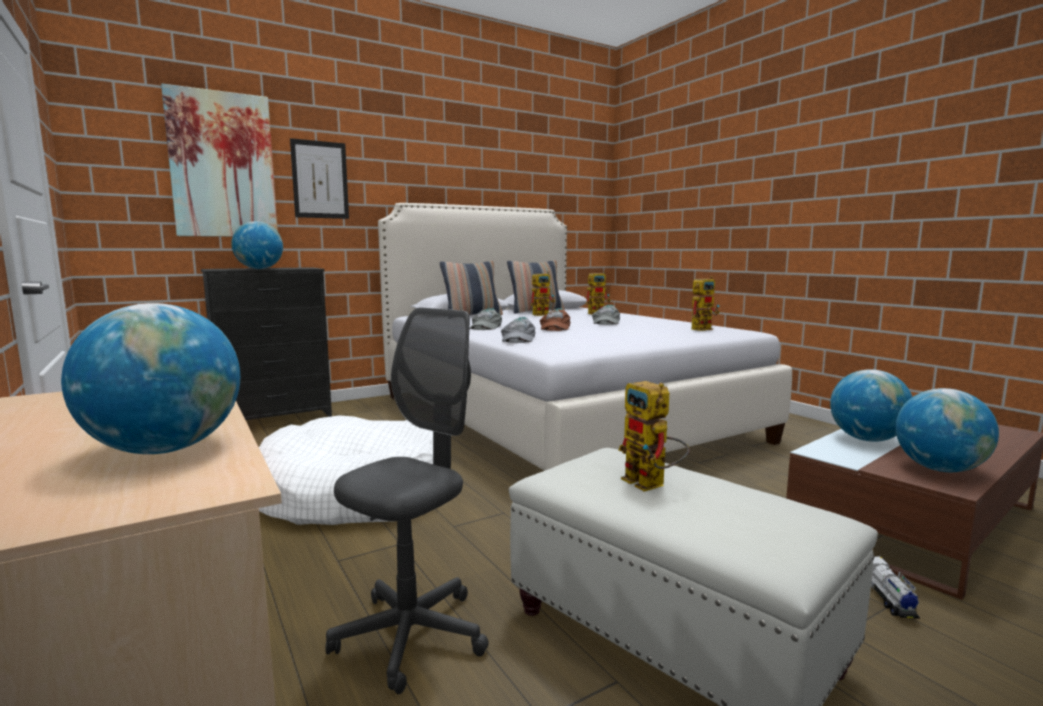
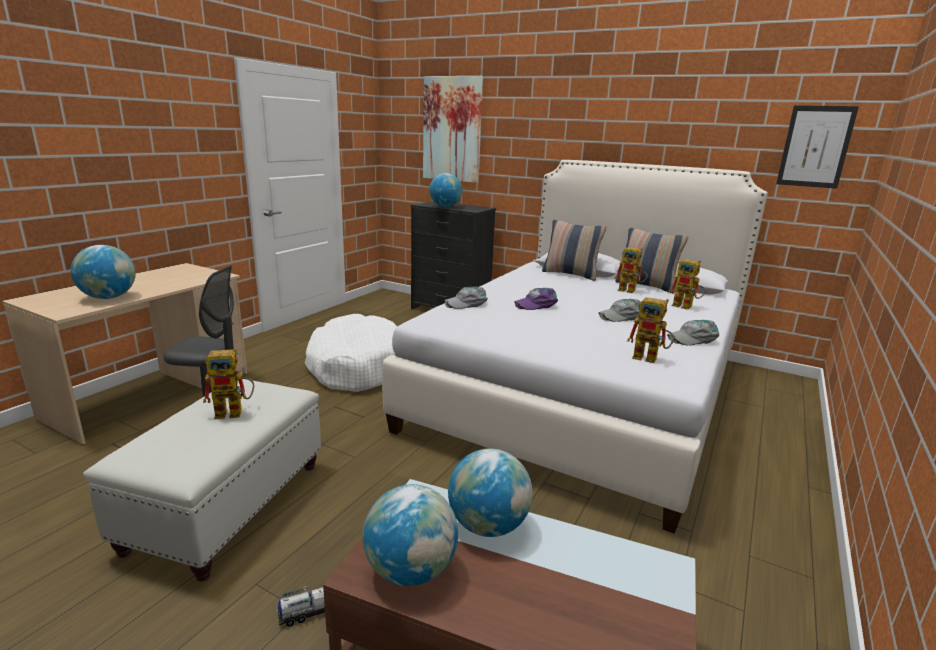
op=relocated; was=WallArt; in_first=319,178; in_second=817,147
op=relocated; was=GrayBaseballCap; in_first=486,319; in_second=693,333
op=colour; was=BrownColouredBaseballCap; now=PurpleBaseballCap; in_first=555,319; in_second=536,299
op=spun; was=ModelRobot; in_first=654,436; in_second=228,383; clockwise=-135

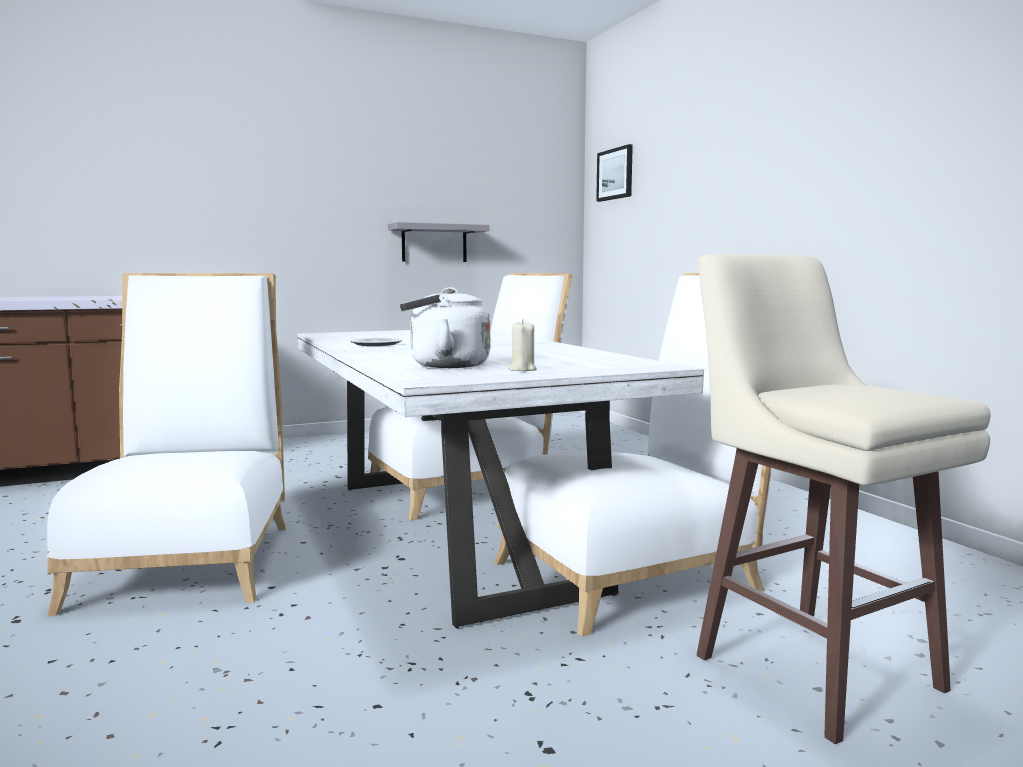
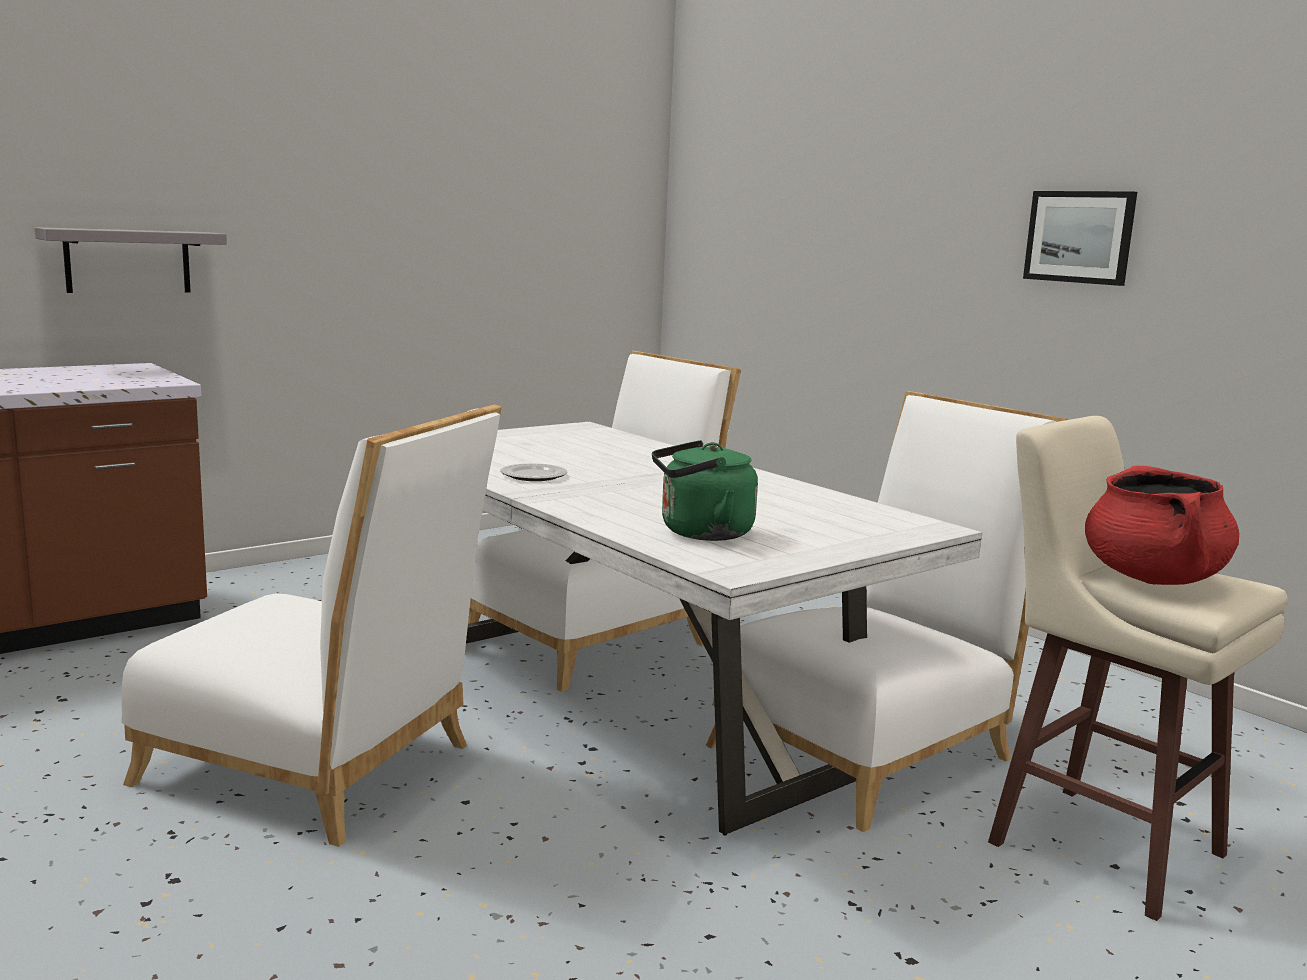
op=relocated; was=WallArt; in_first=614,173; in_second=1080,238
op=relocated; was=GrayShelf; in_first=438,242; in_second=131,260
op=spun; was=WhiteColouredChair; in_first=167,444; in_second=311,625; clockwise=135
op=colour; was=WhiteColouredTeaKettle; now=GreenishTeaKettle; in_first=445,327; in_second=705,490
op=missing; was=SandColouredWaxCandle; in_first=522,345
op=appeared; now=RedCookingPot; in_second=1162,525

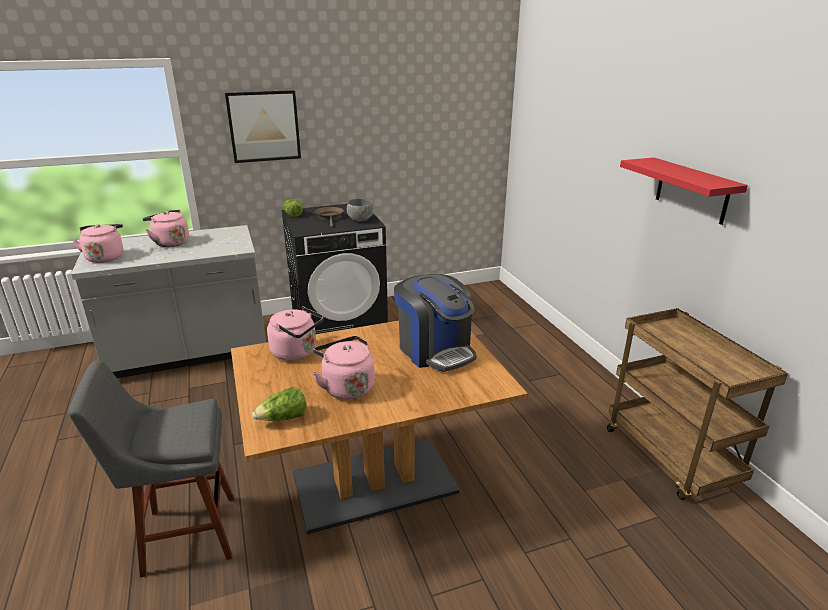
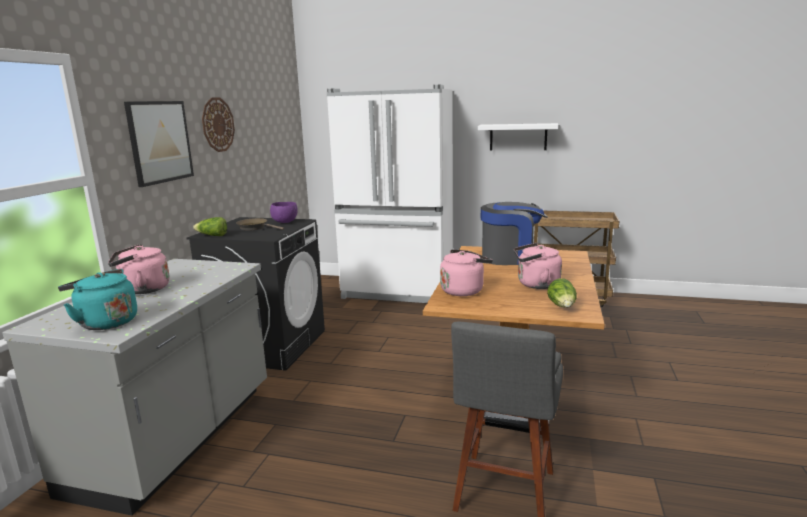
op=colour; was=RedShelf; now=WhiteColouredShelf; in_first=684,191; in_second=518,136
op=colour; was=GrayBowl; now=PurpleBowl; in_first=360,209; in_second=284,212
op=colour; was=PinkishTeaKettle; now=TurquoiseColouredTeaKettle; in_first=97,243; in_second=97,299
op=appeared; now=WhiteColouredFridge; in_second=390,194
op=appeared; now=ClockOnTheWall; in_second=218,125

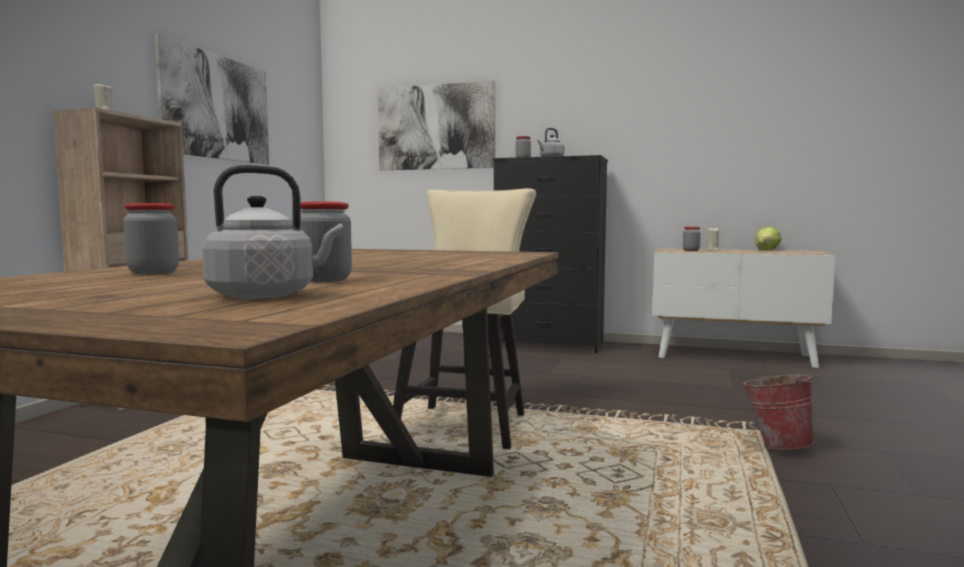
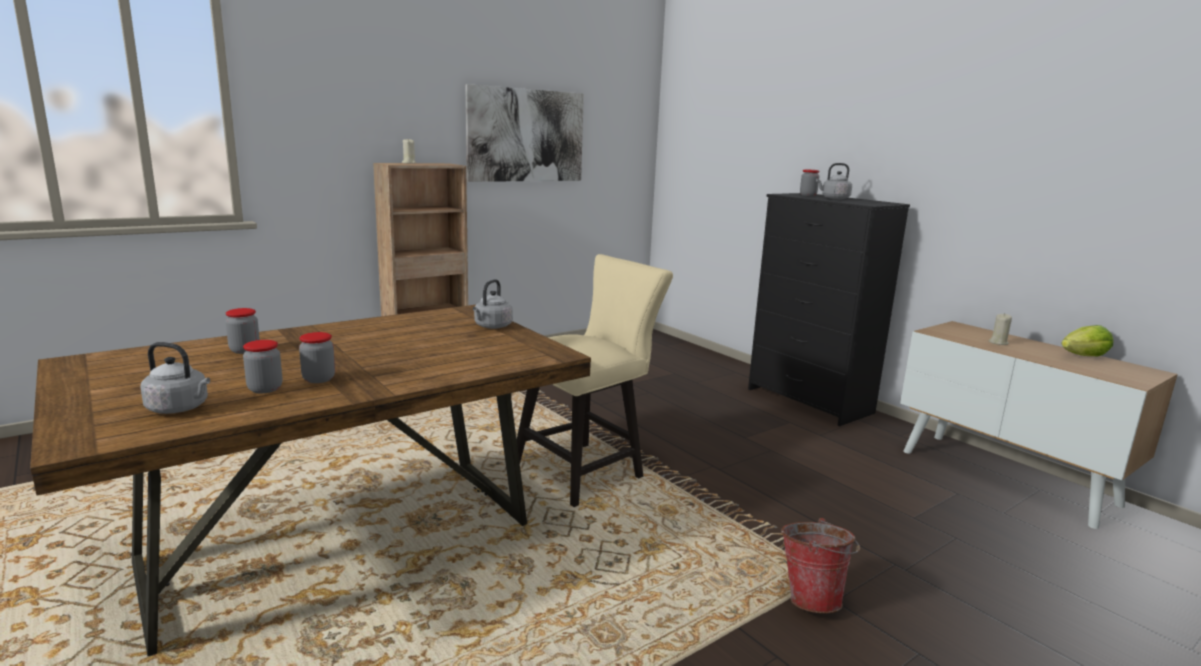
op=missing; was=WallArt; in_first=436,125
op=relocated; was=Jar; in_first=692,239; in_second=317,357
op=appeared; now=GrayTeaKettle; in_second=493,304

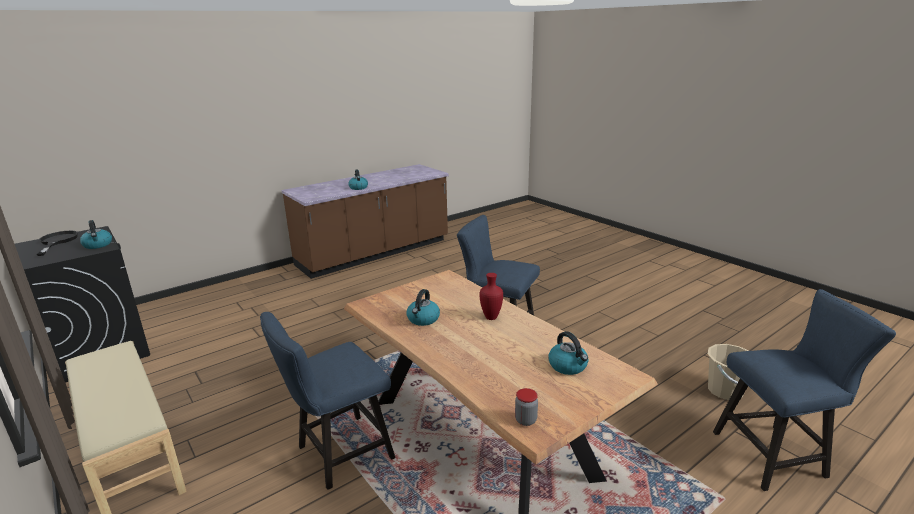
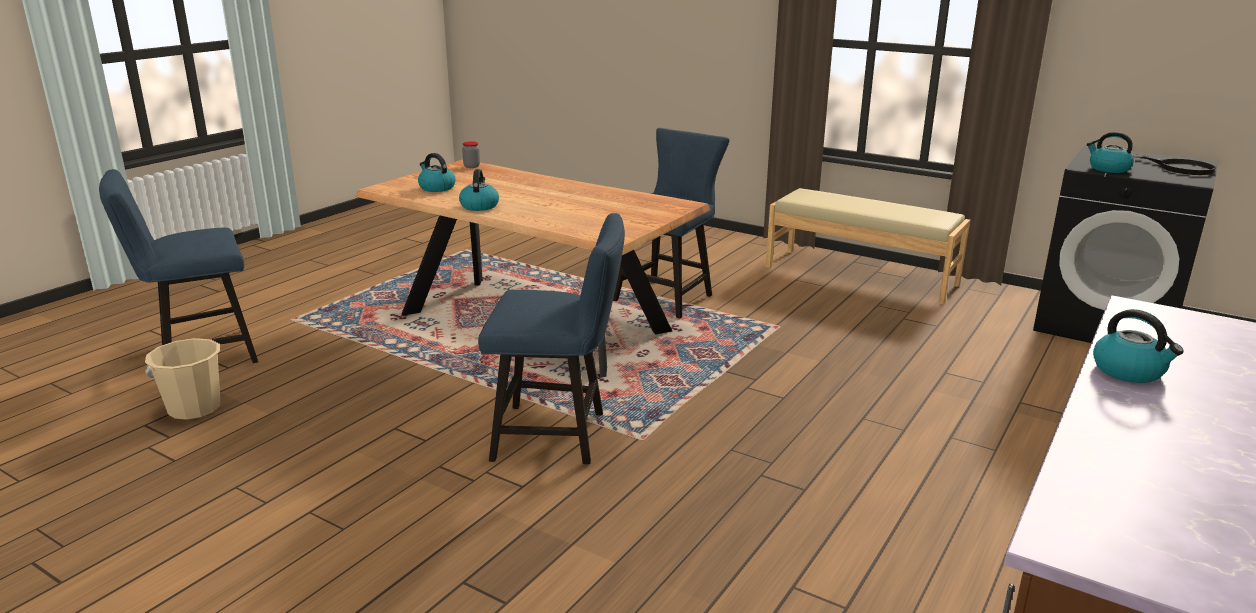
op=missing; was=RedDecorativeVase; in_first=491,296
op=relocated; was=TeaKettle; in_first=423,307; in_second=479,190

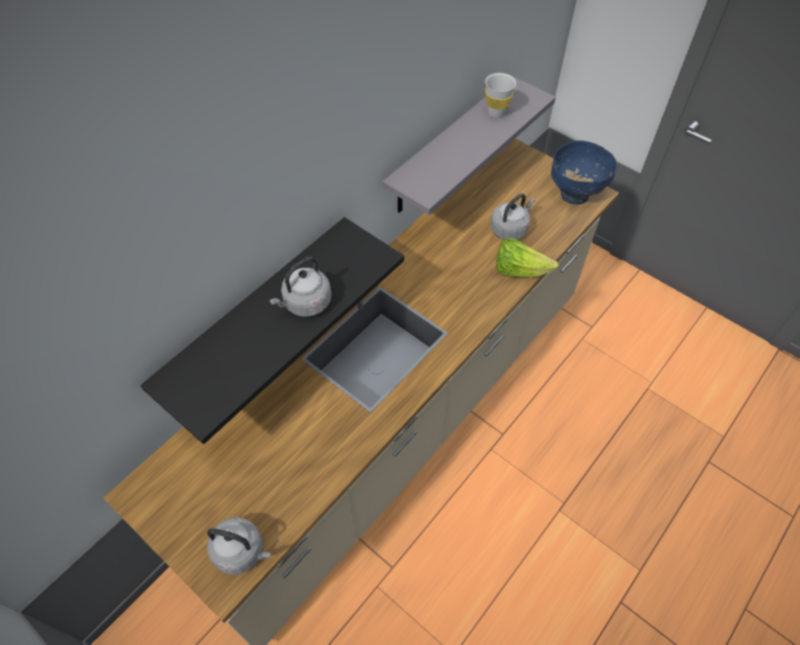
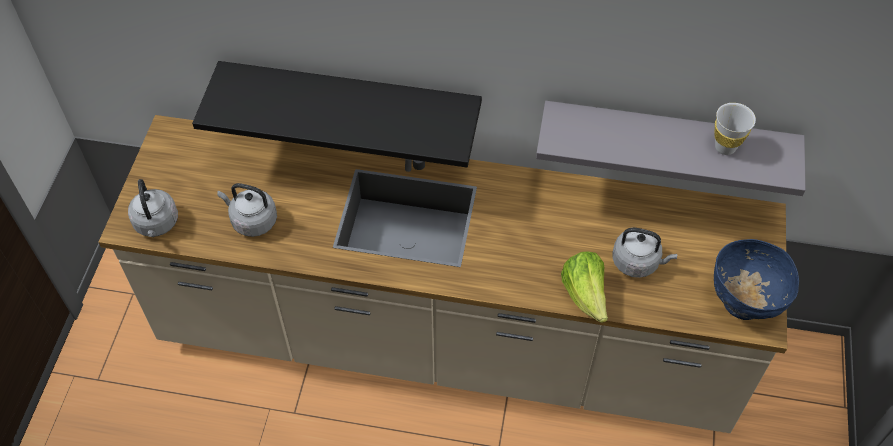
op=relocated; was=GrayTeaKettle; in_first=300,287; in_second=247,210

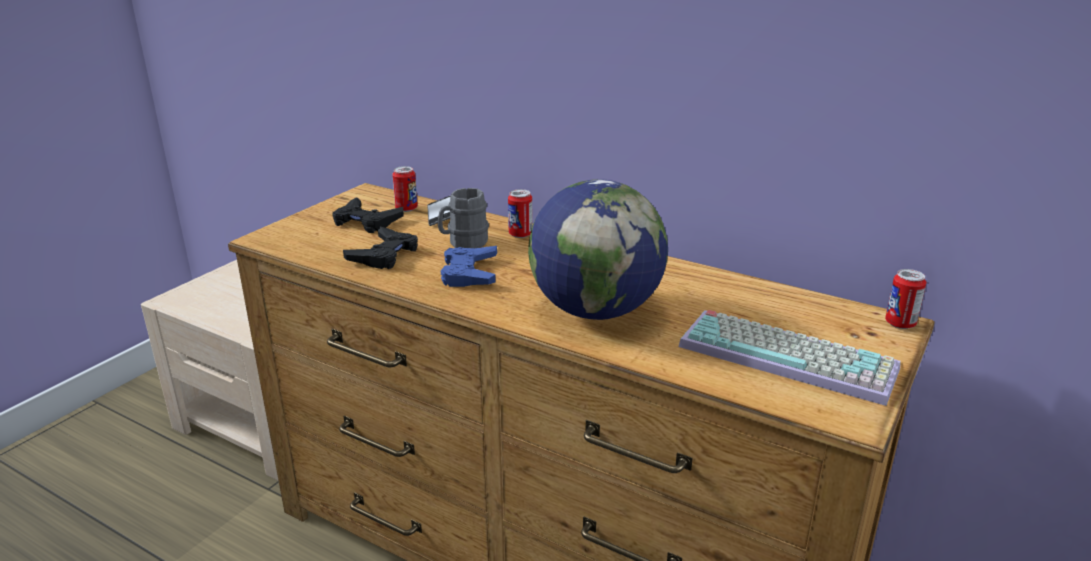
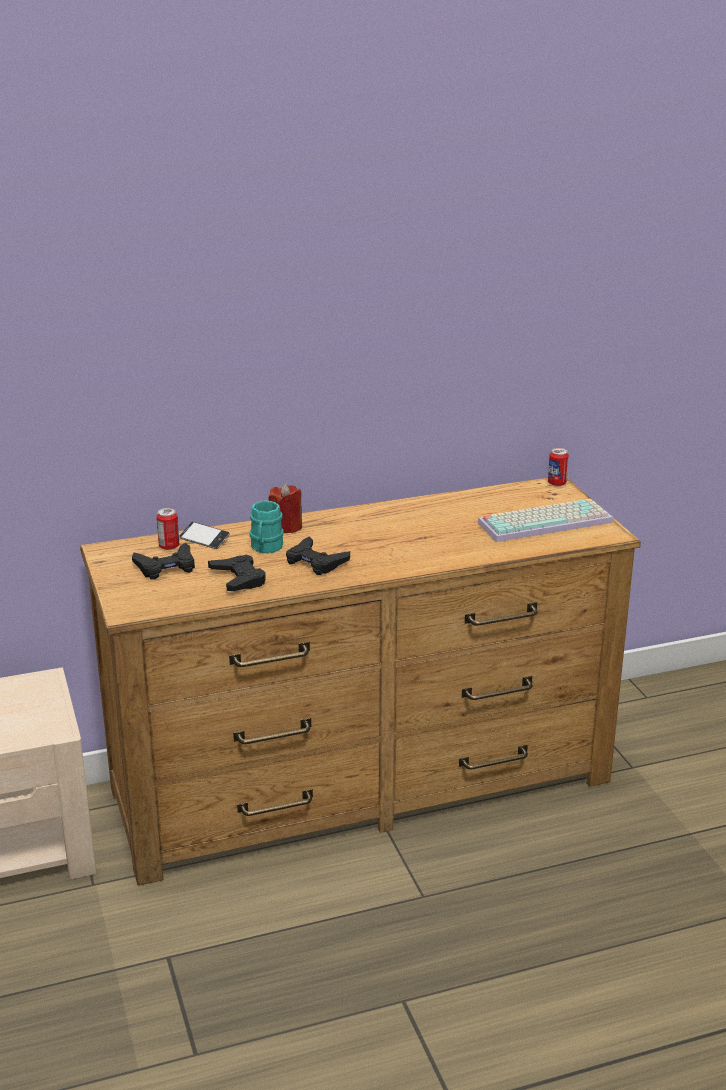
op=missing; was=WorldGlobe; in_first=598,249
op=colour; was=GrayTeaMug; now=TurquoiseColouredTeaMug; in_first=463,218; in_second=266,527
op=exchanged; was=Can; now=RedWaxCandle; in_first=520,213; in_second=285,508
op=colour; was=BluishGamepad; now=BlackGamepad; in_first=469,266; in_second=318,555

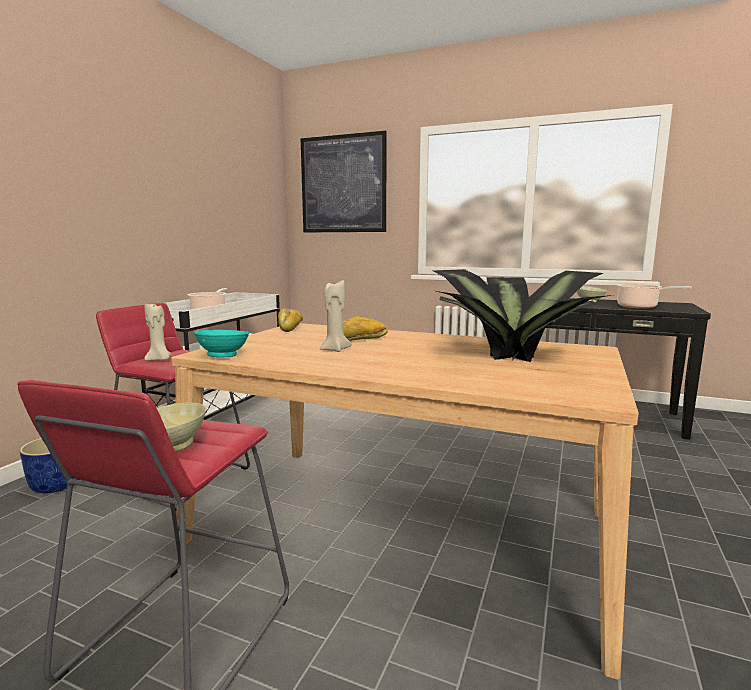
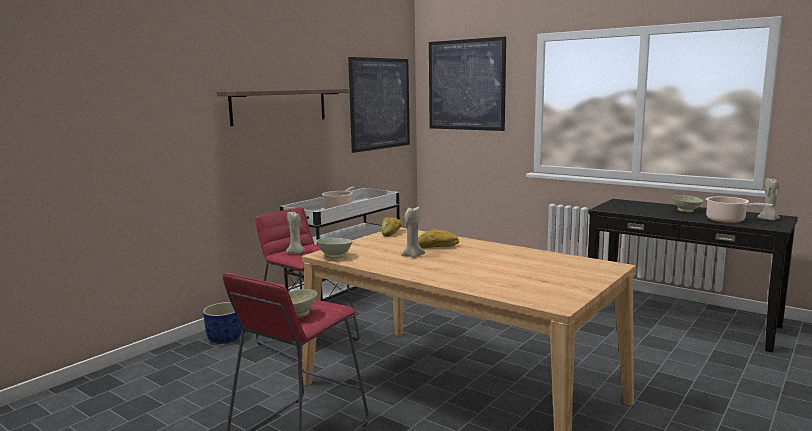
op=missing; was=PottedPlant; in_first=521,315
op=colour; was=TurquoiseColouredBowl; now=SandColouredBowl; in_first=221,344; in_second=335,248
op=appeared; now=WallArt; in_second=379,105
op=appeared; now=Shelf; in_second=283,107
op=appeared; now=SandColouredWaxCandle; in_second=768,199

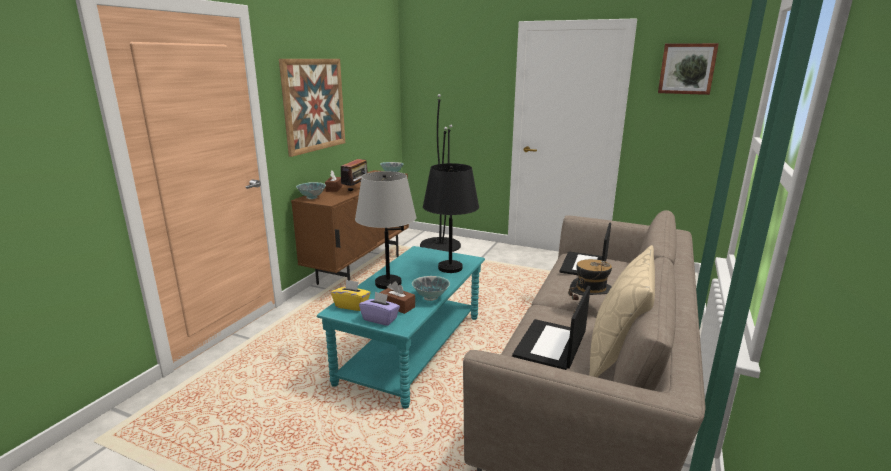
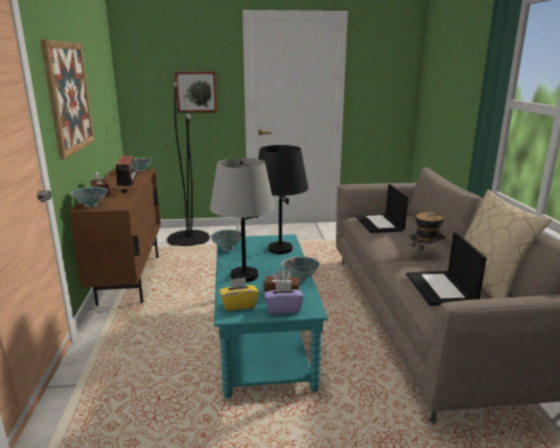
op=relocated; was=WallArt; in_first=688,69; in_second=195,92
op=appeared; now=Bowl; in_second=225,240

